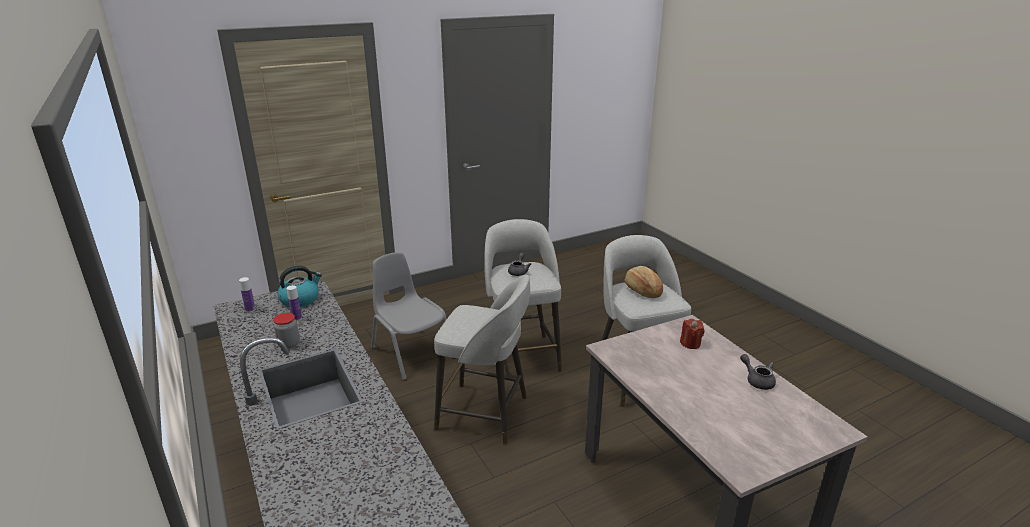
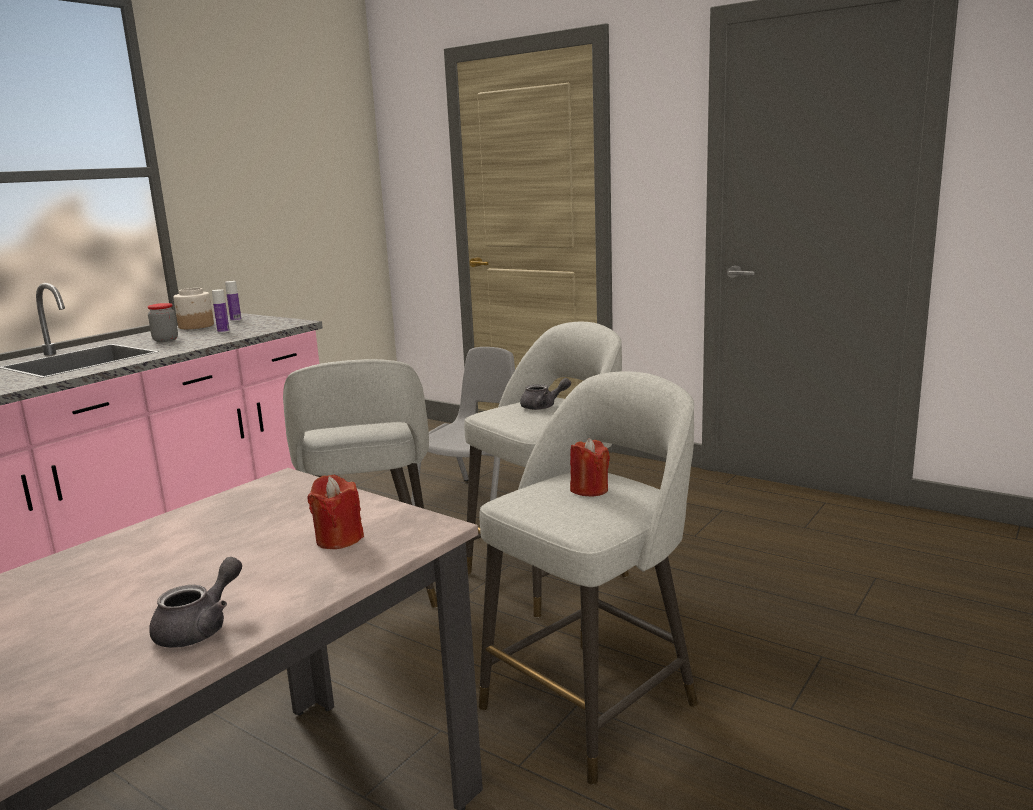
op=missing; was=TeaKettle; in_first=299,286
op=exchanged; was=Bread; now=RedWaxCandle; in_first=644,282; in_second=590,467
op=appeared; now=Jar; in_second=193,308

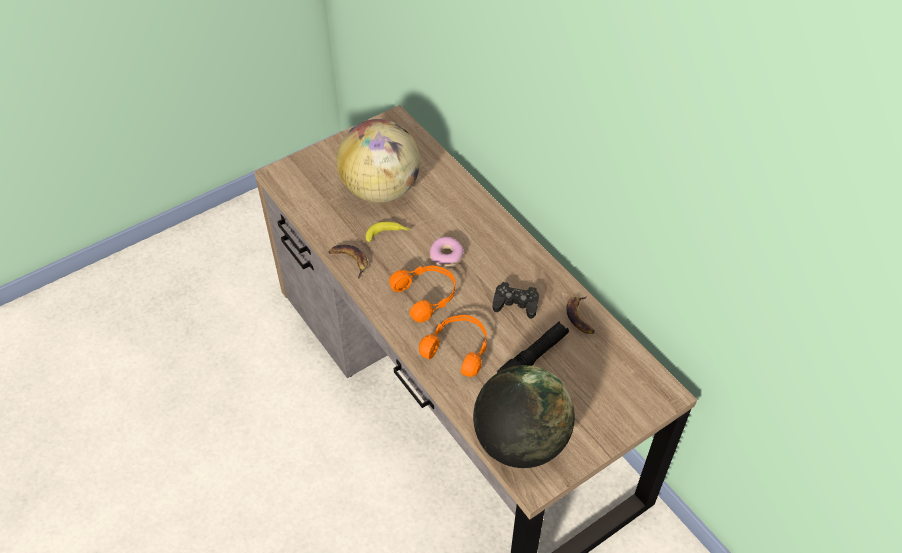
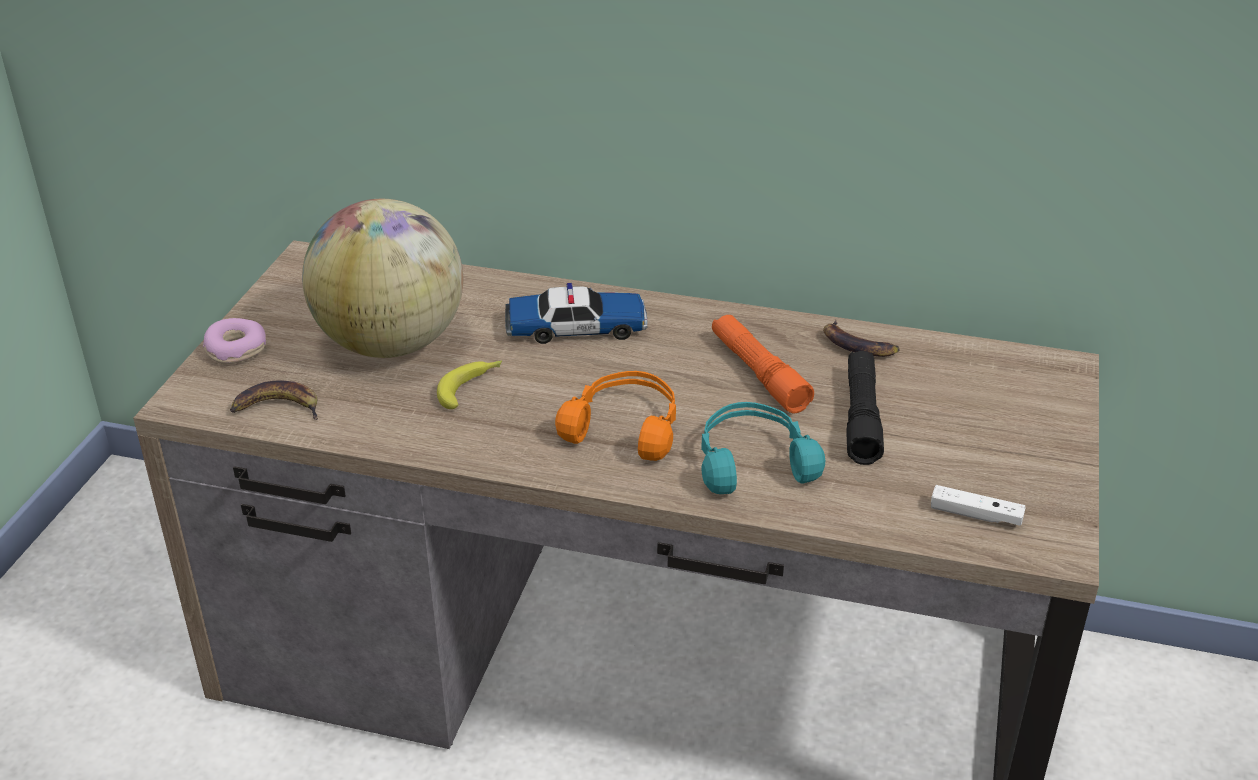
op=relocated; was=Doughnut; in_first=447,251; in_second=234,341
op=relocated; was=Banana; in_first=348,262; in_second=274,400
op=exchanged; was=BlackGamepad; now=OrangeColouredTorch; in_first=516,300; in_second=763,364
op=colour; was=OrangeColouredPairOfHeadphones; now=TurquoiseColouredPairOfHeadphones; in_first=453,346; in_second=763,448
op=exchanged; was=WorldGlobe; now=WhiteColouredGamepad; in_first=524,416; in_second=978,505
op=appeared; now=MiniatureCar; in_second=576,313

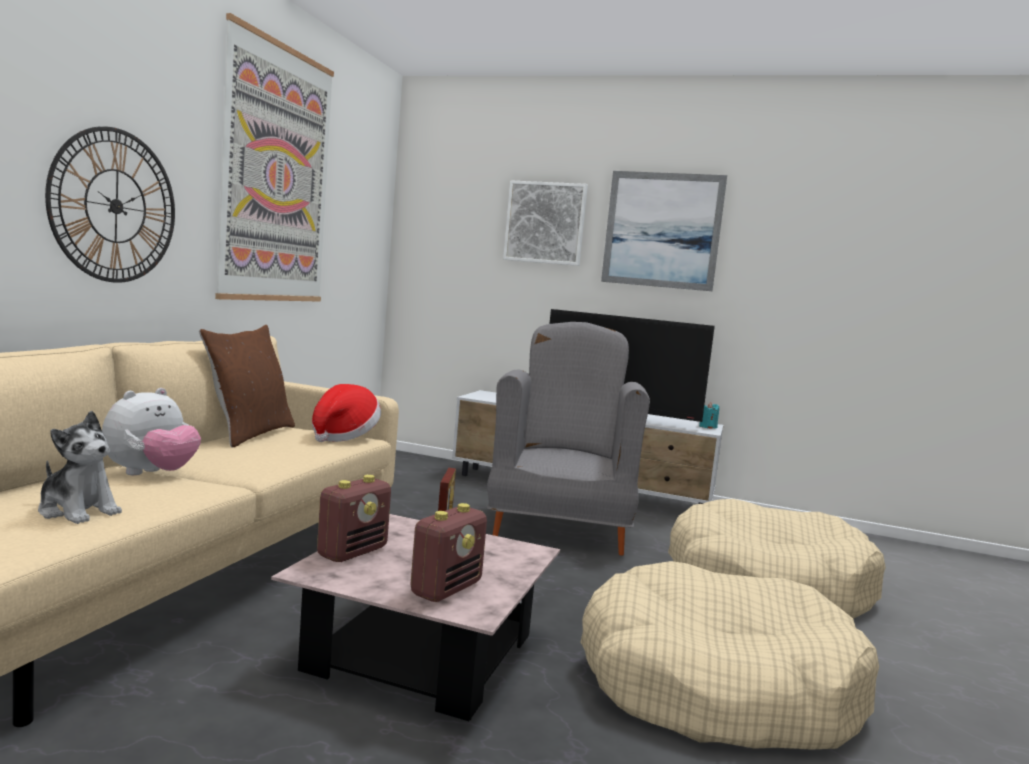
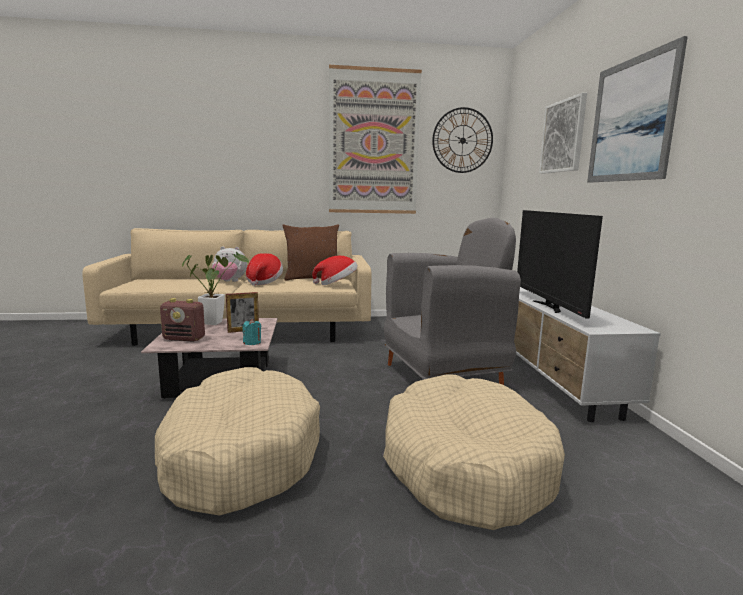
op=relocated; was=ClockOnTheWall; in_first=110,204; in_second=462,140
op=relocated; was=TurquoiseColouredWaxCandle; in_first=709,415; in_second=252,332
op=missing; was=CuddlyToy; in_first=80,467
op=exchanged; was=Radio; now=PottedPlant; in_first=354,518; in_second=215,288
op=appeared; now=WearableHat; in_second=264,269

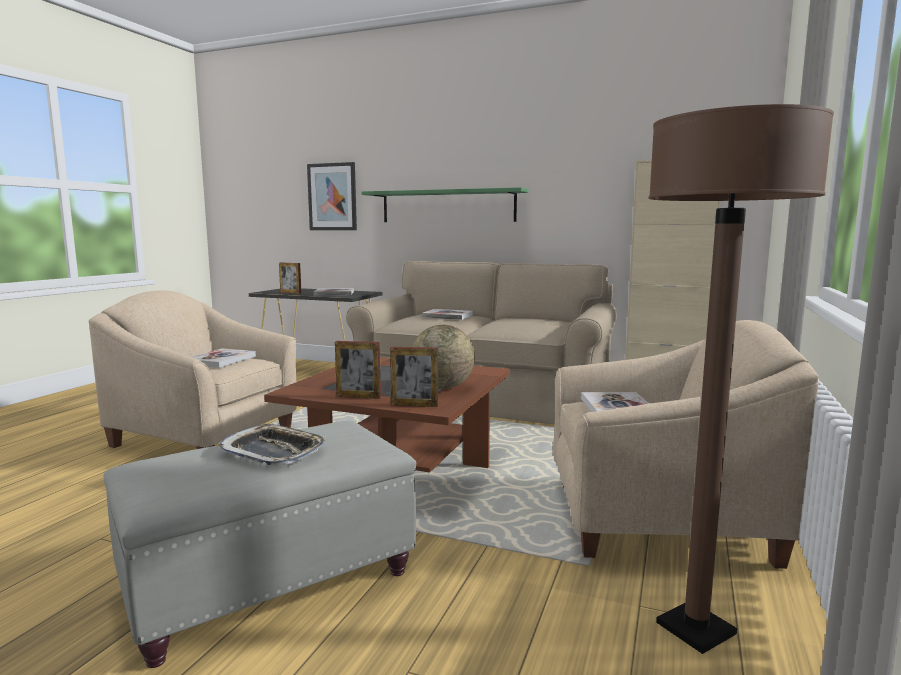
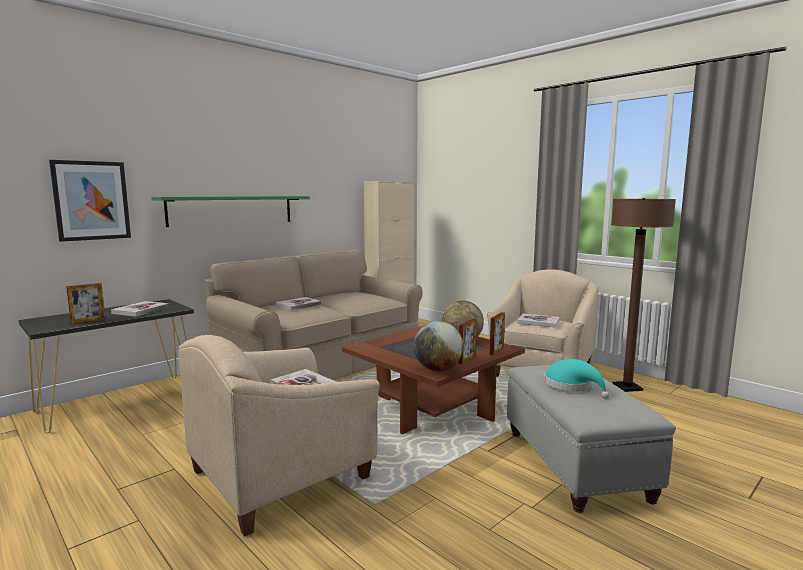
op=exchanged; was=Tray; now=TurquoiseColouredWearableHat; in_first=271,445; in_second=576,379
op=appeared; now=WorldGlobe; in_second=438,346

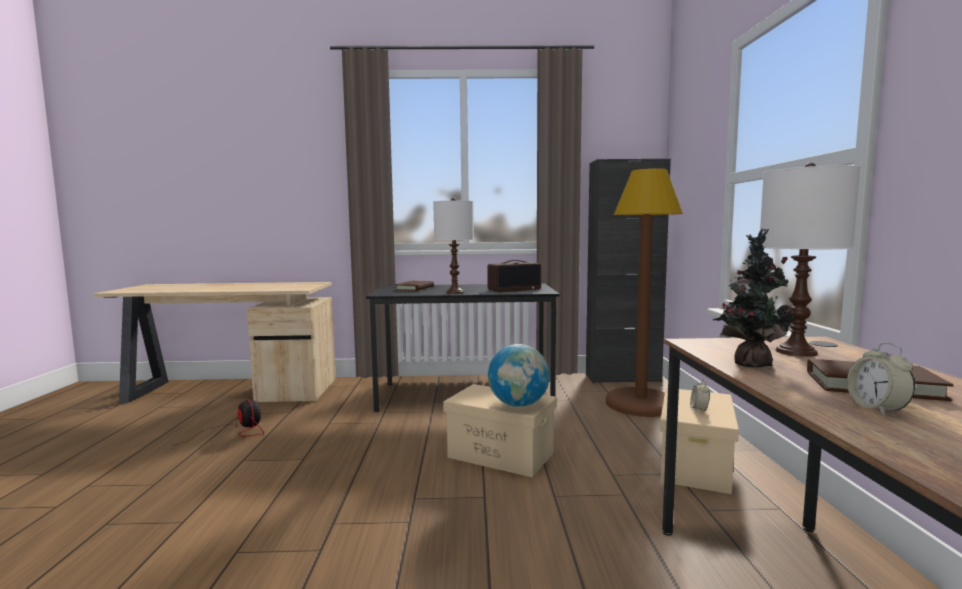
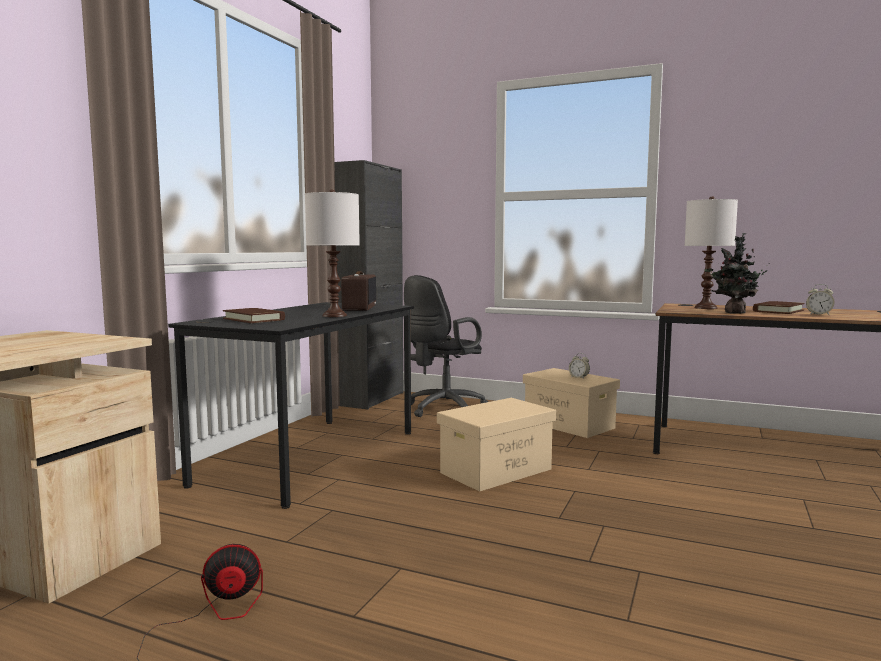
op=exchanged; was=BrownColouredStandardLamp; now=BlackDeskChair; in_first=644,292; in_second=446,346
op=missing; was=WorldGlobe; in_first=519,375

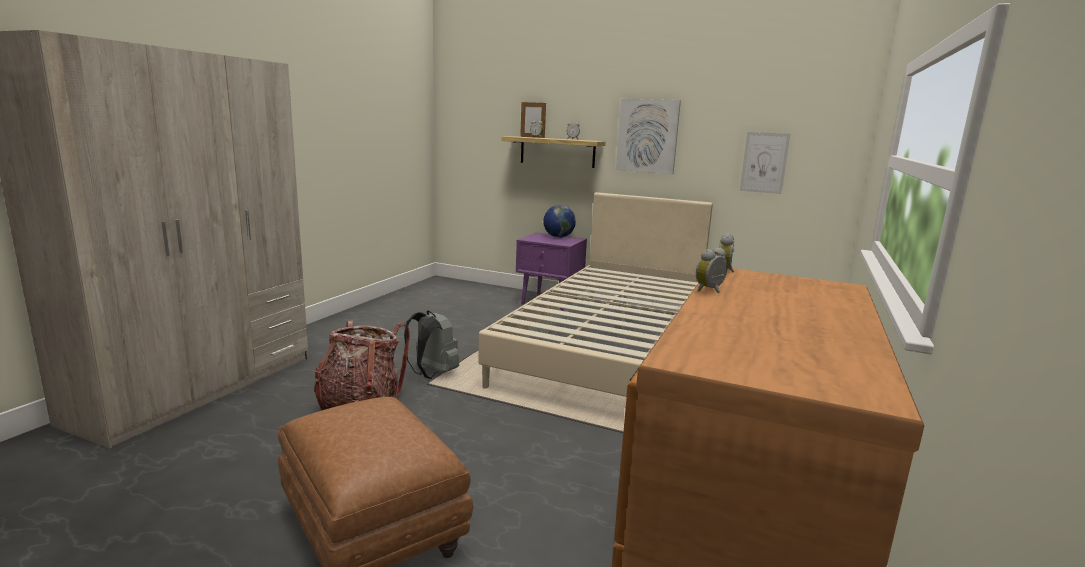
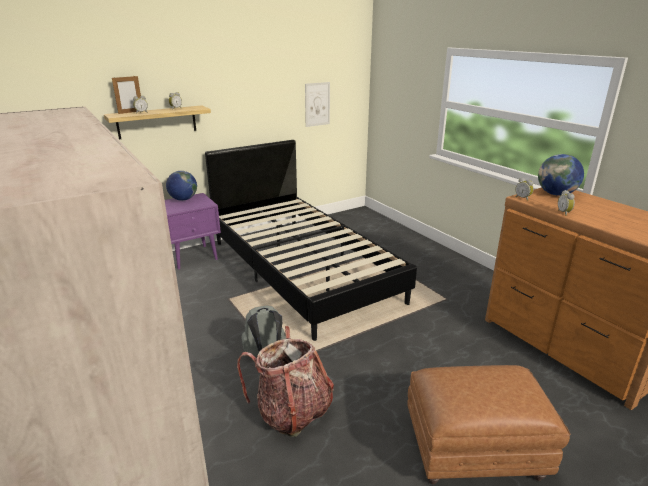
op=missing; was=WallArt; in_first=648,136
op=colour; was=SandColouredBedroomBed; now=BlackBedroomBed; in_first=595,294; in_second=311,240
op=appeared; now=WorldGlobe; in_second=561,175

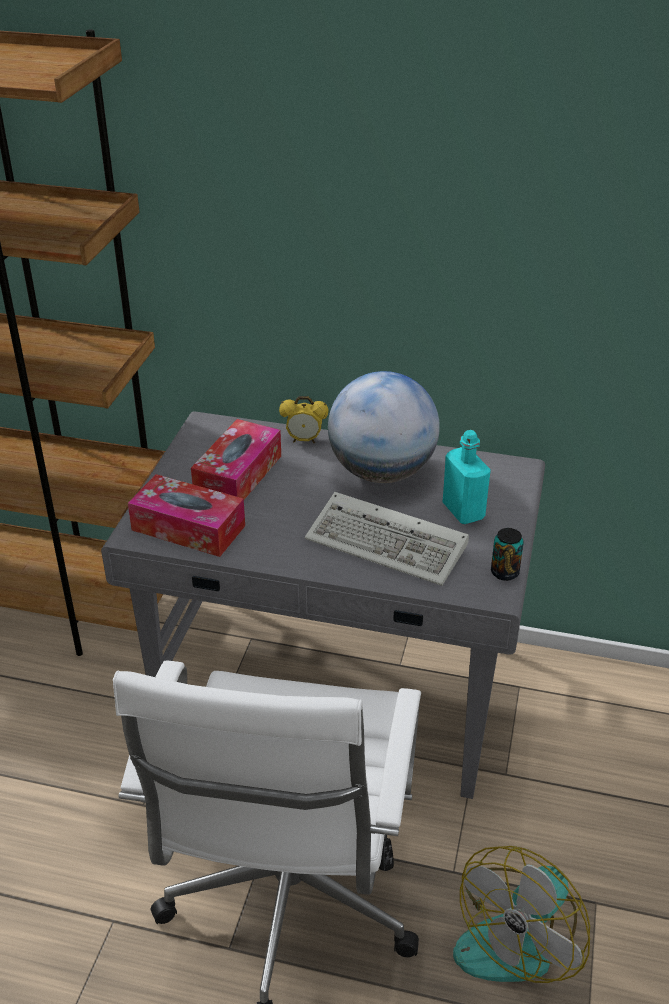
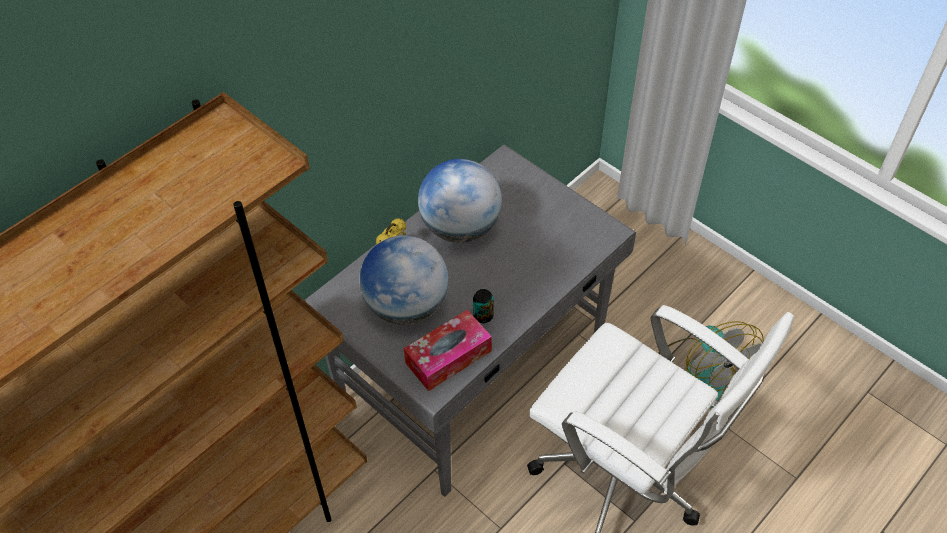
op=exchanged; was=BoxOfTissues; now=WorldGlobe; in_first=236,459; in_second=403,280
op=missing; was=TurquoiseColouredBottle; in_first=467,477
op=missing; was=ComputerKeyboard; in_first=387,539
op=relocated; was=Can; in_first=507,554; in_second=483,306

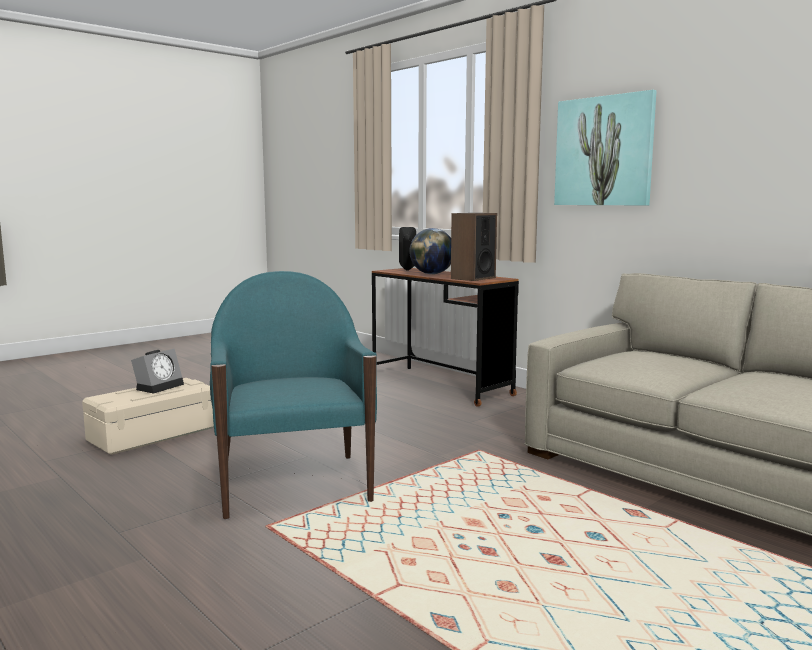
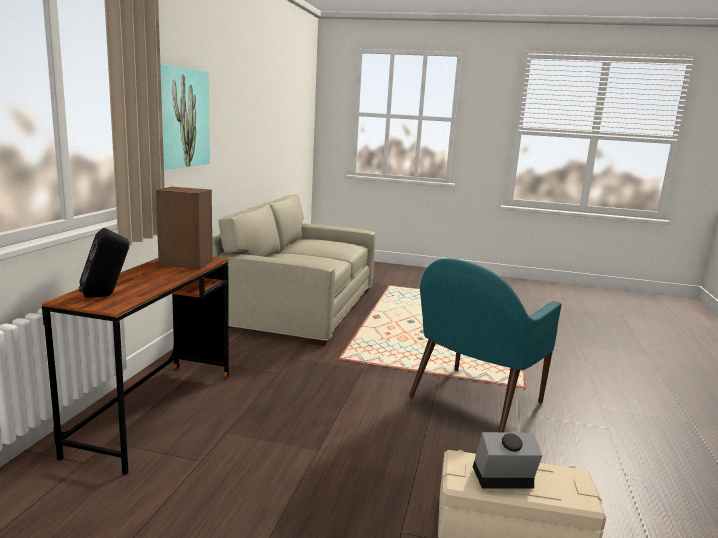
op=missing; was=WorldGlobe; in_first=430,251

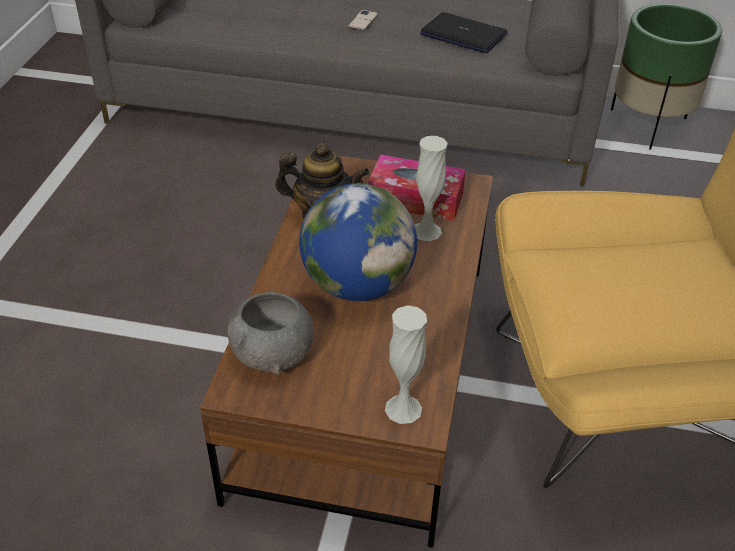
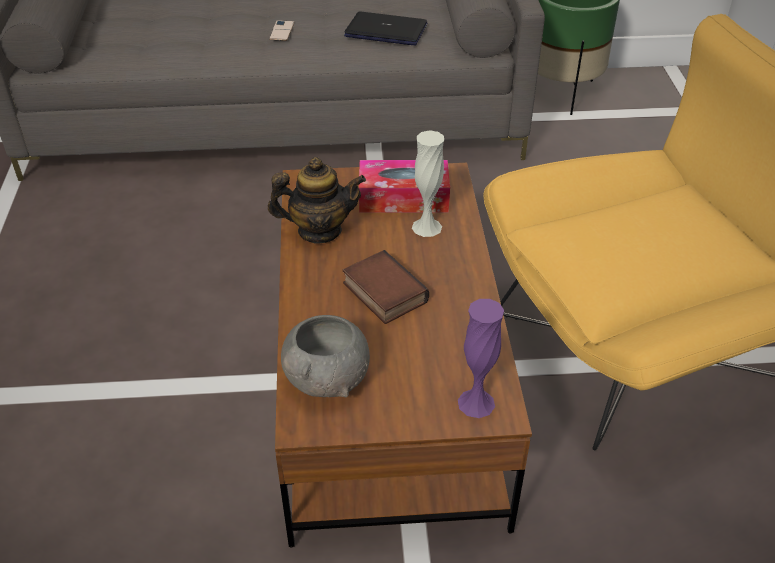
op=exchanged; was=WorldGlobe; now=Volume; in_first=358,242; in_second=386,287
op=colour; was=WhiteColouredDecorativeVase; now=PurpleDecorativeVase; in_first=406,364; in_second=481,358

